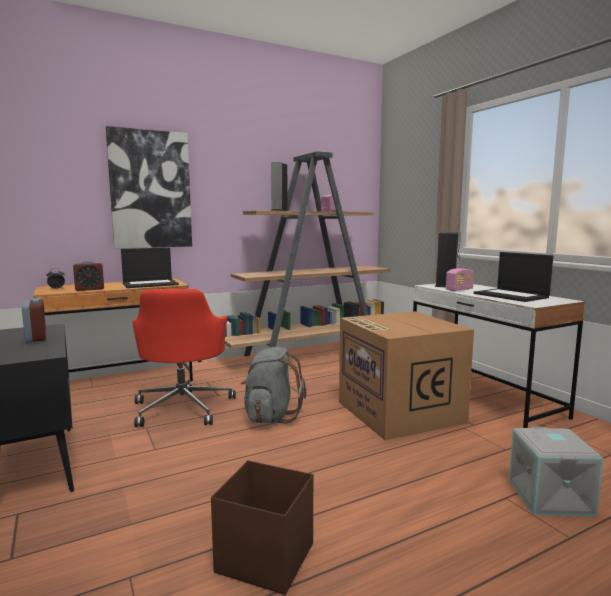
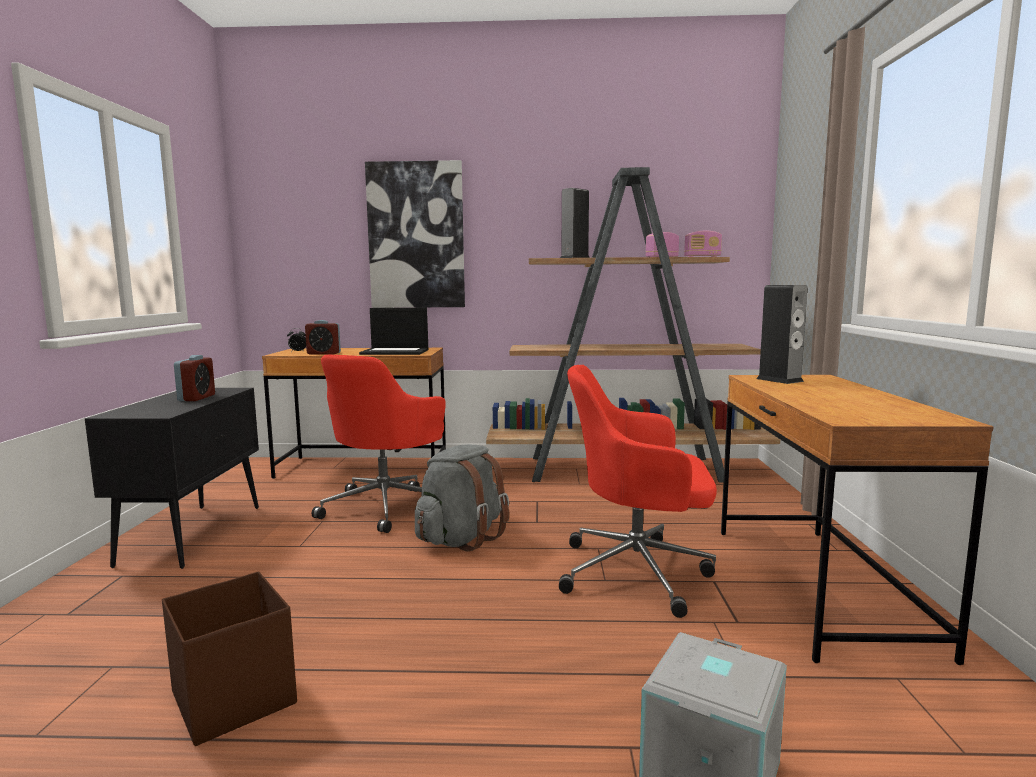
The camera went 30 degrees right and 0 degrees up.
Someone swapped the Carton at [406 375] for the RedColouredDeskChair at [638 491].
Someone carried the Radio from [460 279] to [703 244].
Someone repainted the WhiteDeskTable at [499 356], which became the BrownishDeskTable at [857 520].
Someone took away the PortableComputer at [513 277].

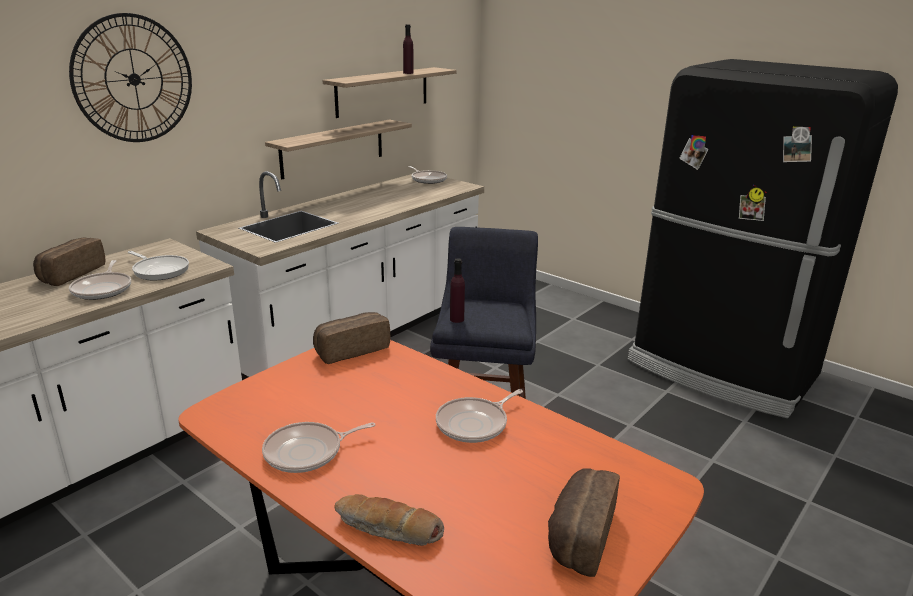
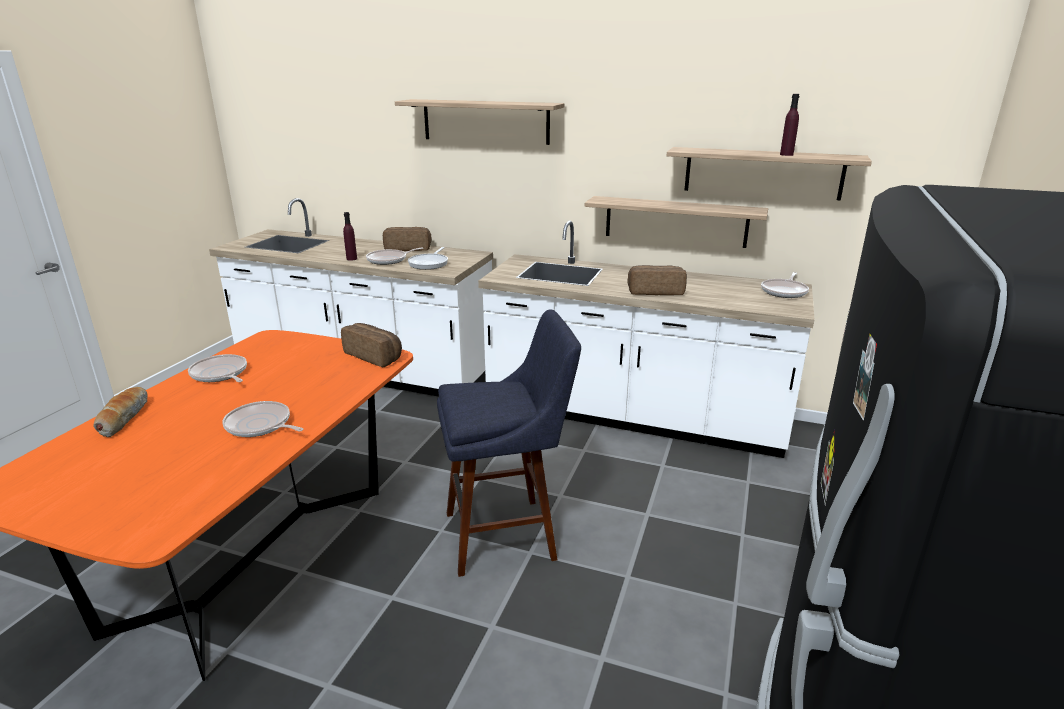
The camera went 70 degrees right and 0 degrees up.
Someone carried the PurplishBottle from [457 290] to [350 236].
Someone swapped the HangingClock at [130 77] for the WallShelf at [479 122].
Someone carried the Bread from [584 522] to [657 280].

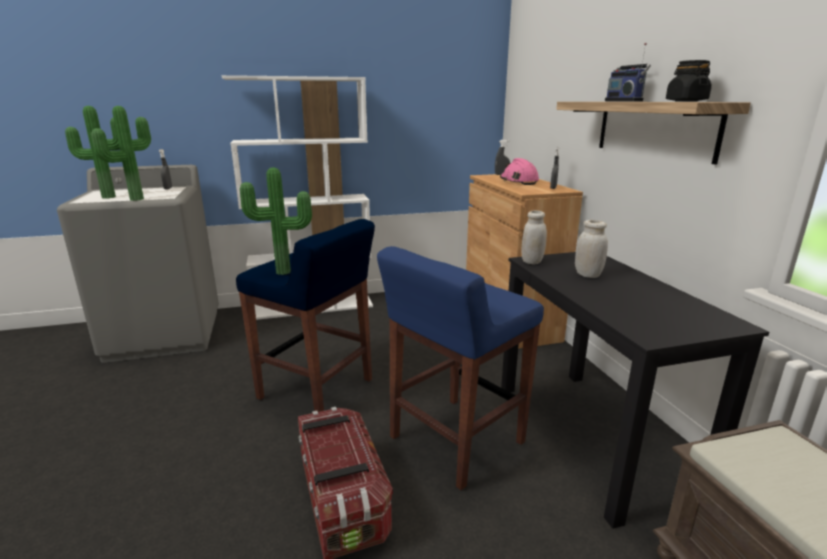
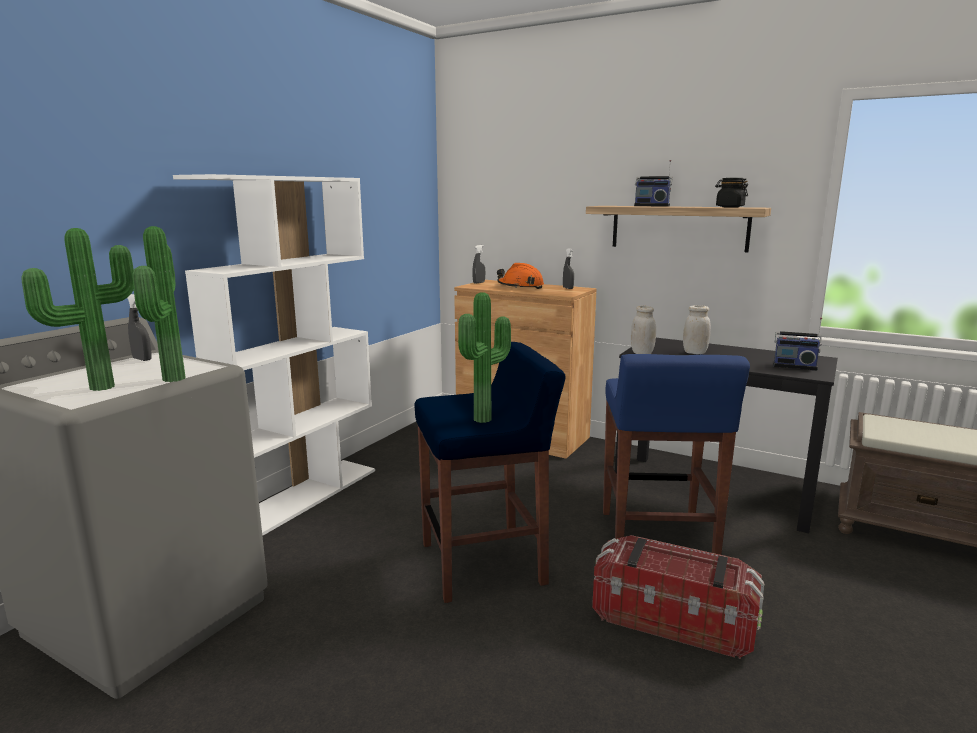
The camera went 45 degrees left and 5 degrees down.
Someone repainted the PinkishSafetyHelmet at [519 171], which became the OrangeSafetyHelmet at [520 276].
Someone put down the Radio at [797 343].

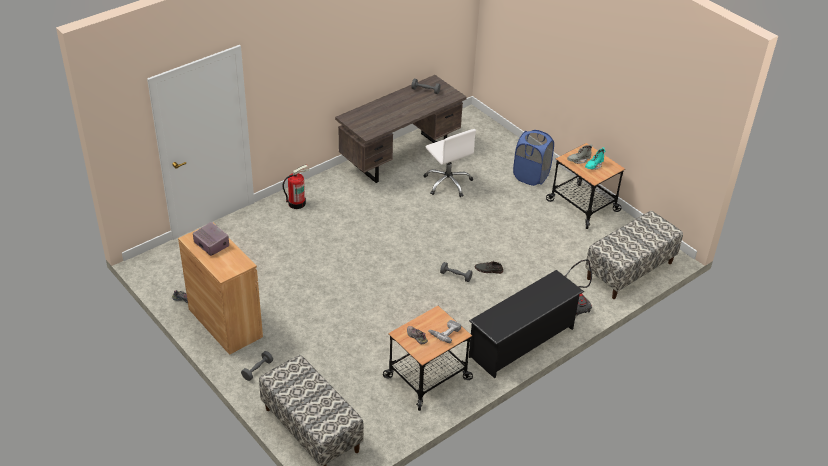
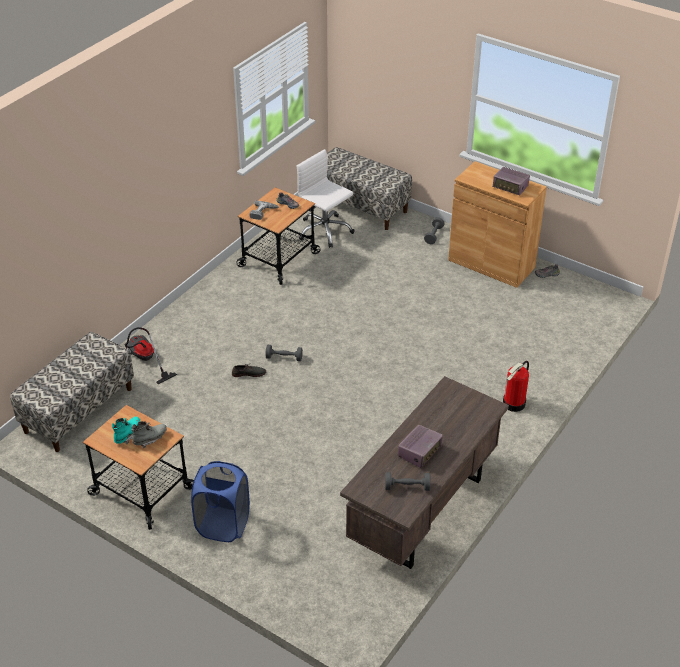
The camera went 165 degrees right and 0 degrees up.
Someone carried the WhiteDeskChair from [449 163] to [325 198].
Someone put down the Radio at [420 446].
Someone took away the BlackShoeRack at [526 324].

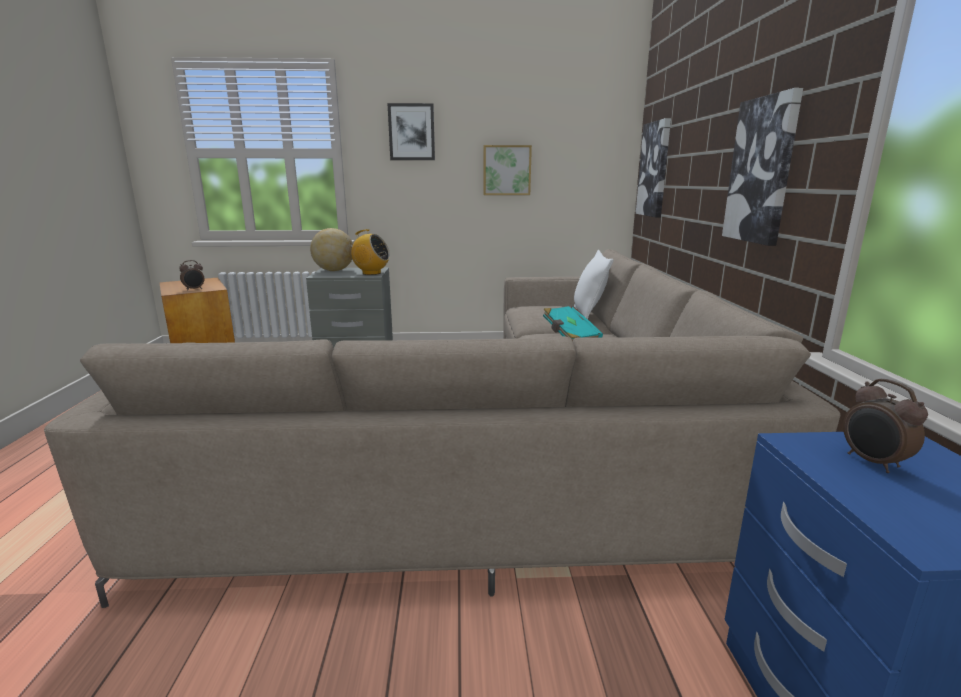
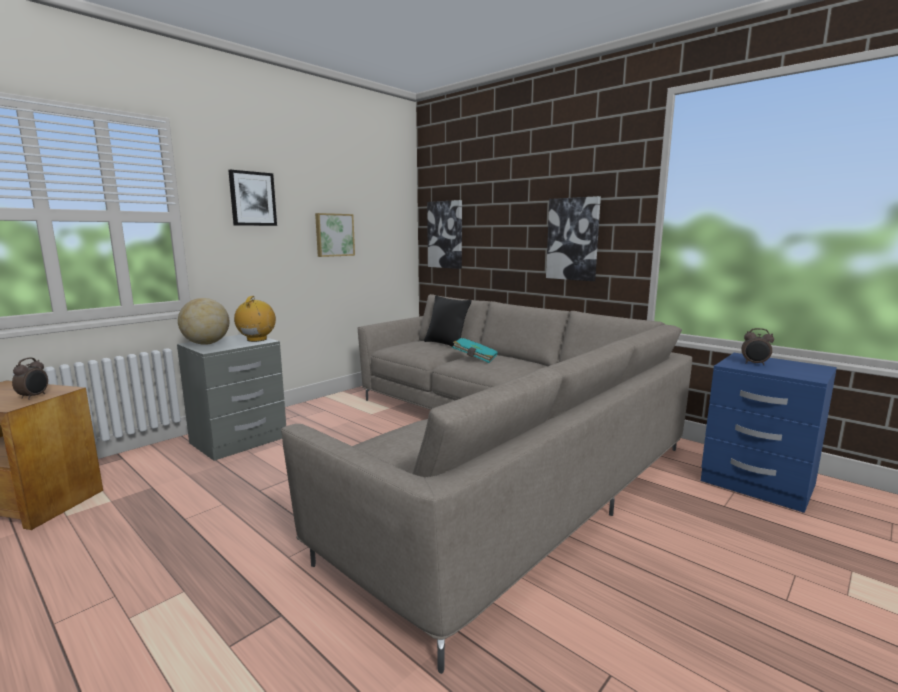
The camera went 45 degrees left and 5 degrees down.
Someone rotated the Radio at [368 252] by 60 degrees counterclockwise.
Someone repainted the WhiteThrowPillow at [593 284], which became the BlackThrowPillow at [448 320].

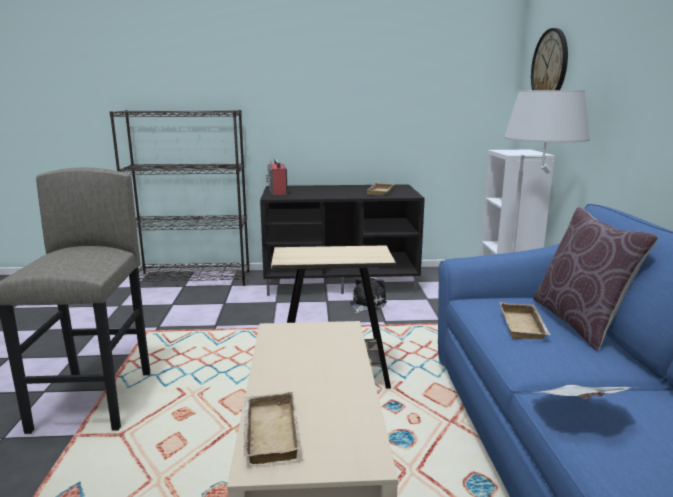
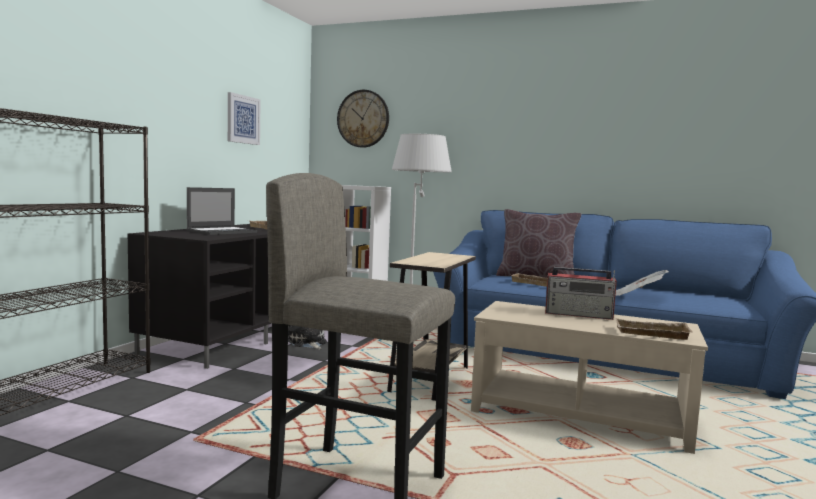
The camera went 65 degrees left and 10 degrees down.
Someone put down the PortableComputer at [221 211].
Someone put up the Picture at [244 118].
Someone carried the Radio from [277 177] to [581 293].

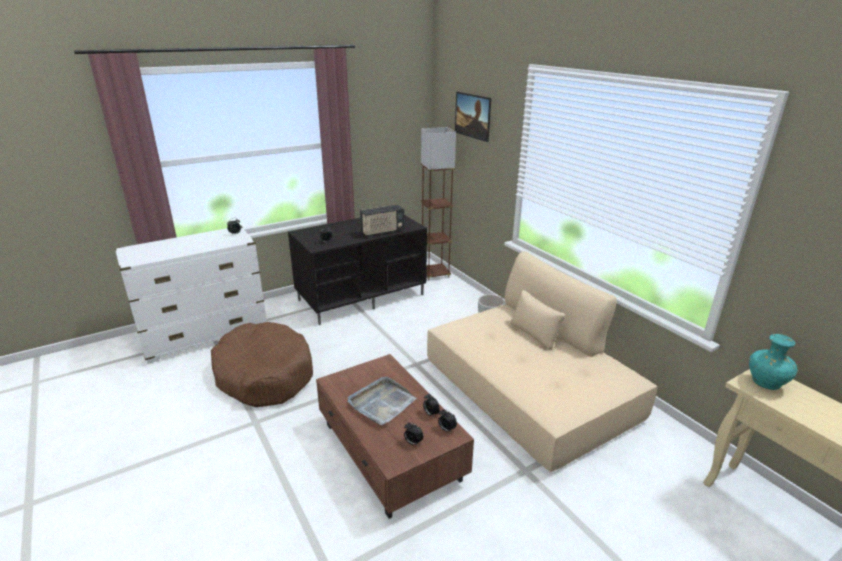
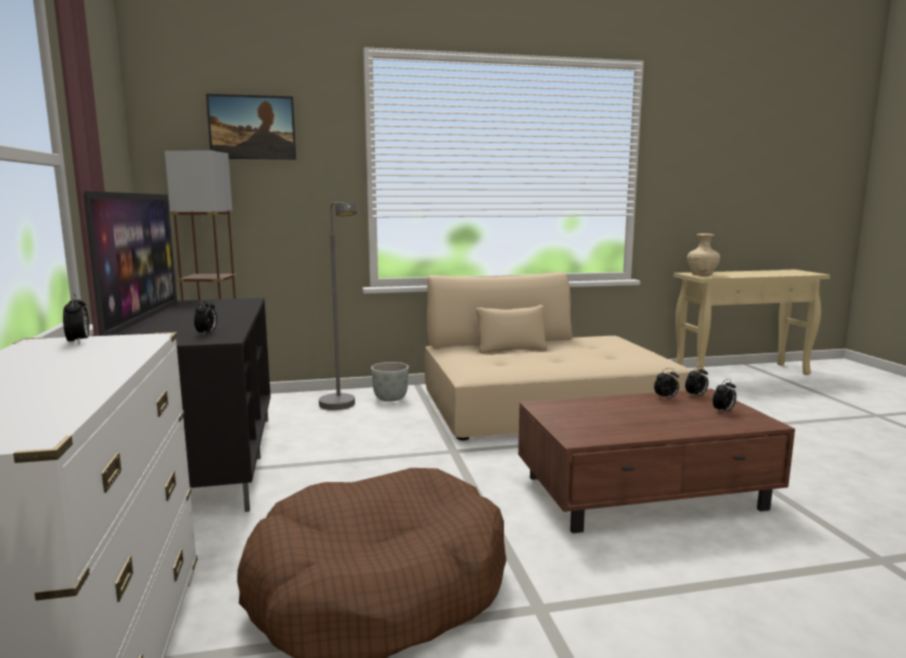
The camera went 70 degrees left and 15 degrees down.
Someone put down the Tv at [130 263].
Someone put down the GreyStandardLamp at [338 306].
Someone repainted the TurquoiseColouredVase at [773 362], which became the BeigeColouredVase at [703 254].
Someone took away the GreyCarryingTray at [382 401].
Someone took away the Radio at [382 220].

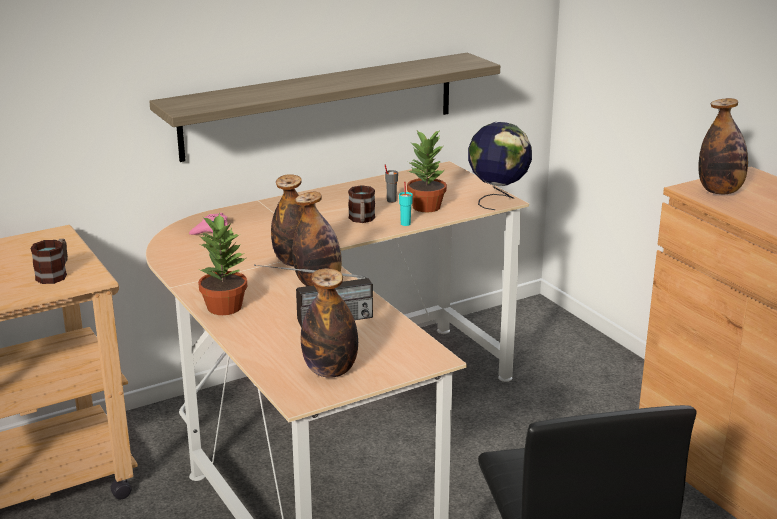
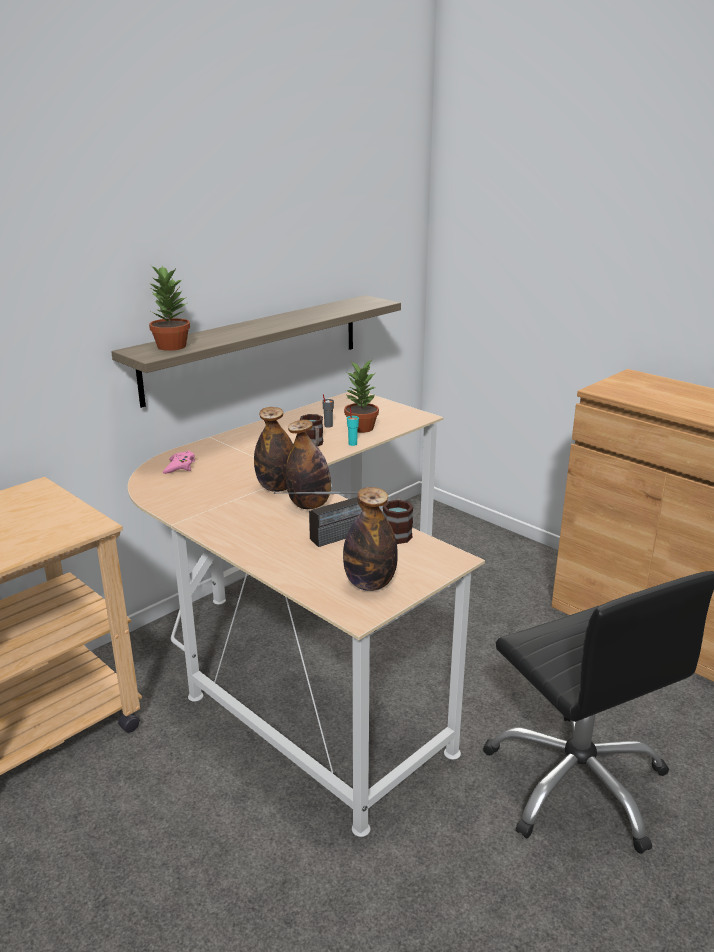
The camera went 15 degrees left and 0 degrees up.
Someone carried the PlantInAPot from [222 264] to [169 308].
Someone carried the TeaMug from [49 261] to [398 521].
Someone took away the DeskGlobe at [500 166].
Someone took away the Bottle at [723 146].

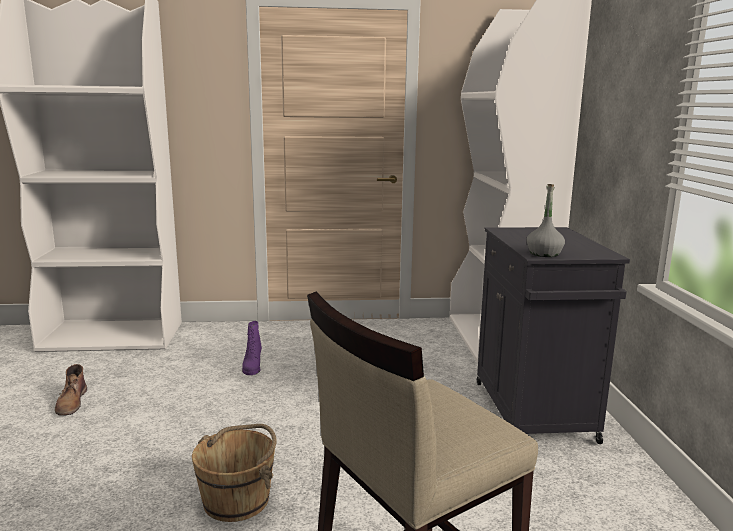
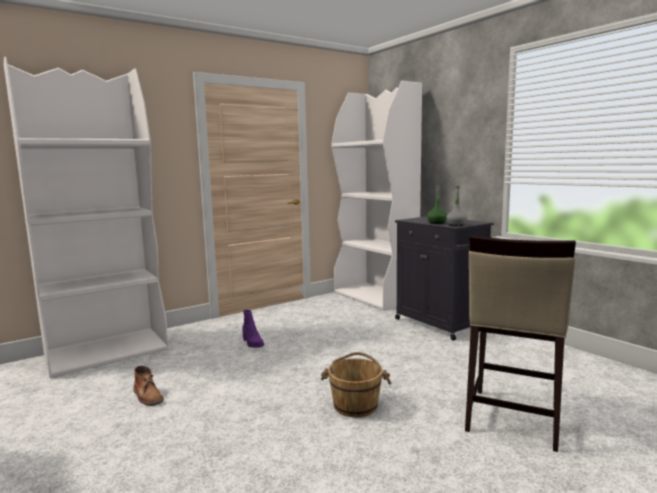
The camera went 30 degrees left and 5 degrees down.
Someone put down the GreenColouredBottle at [437 204].

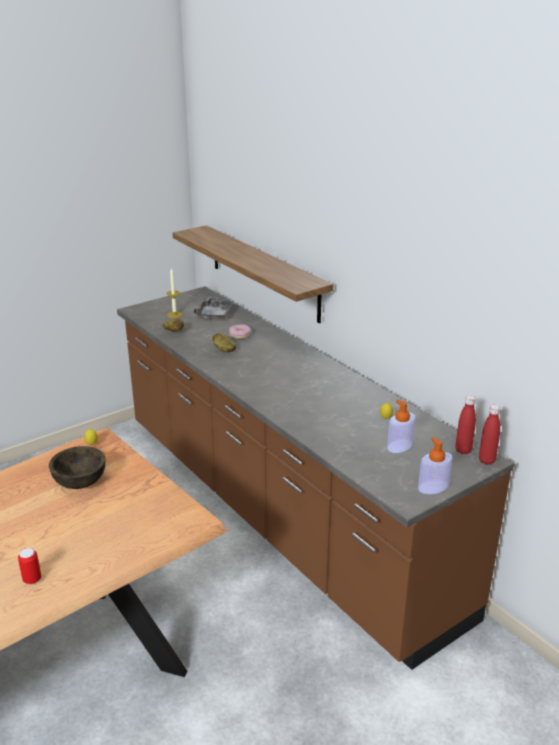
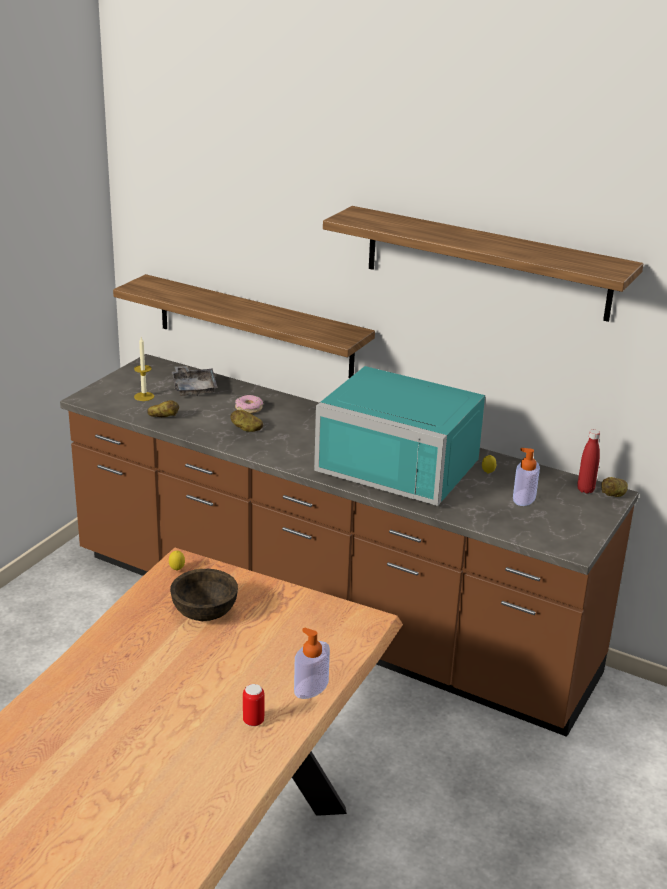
The camera went 25 degrees left and 0 degrees up.
Someone carried the SoapDispenser from [435 465] to [312 663].
Someone put down the TurquoiseColouredMicrowaveOven at [399 436].
Someone put up the WallShelf at [483 264].
Someone swapped the RedColouredBottle at [489 435] for the Potato at [614 487].

